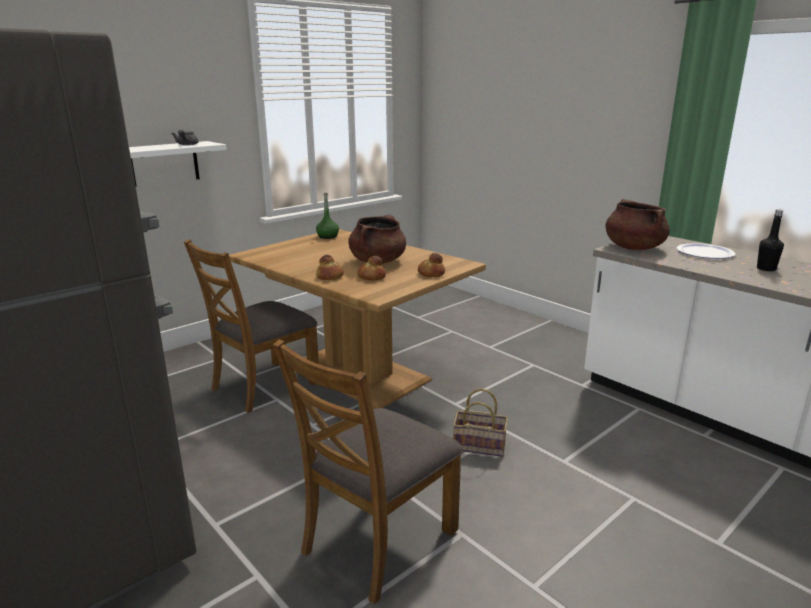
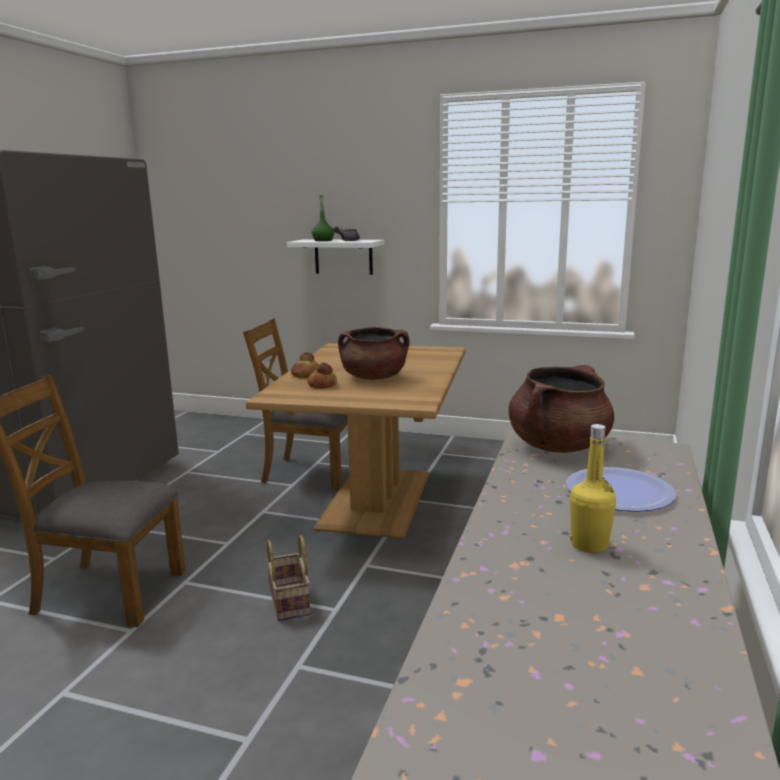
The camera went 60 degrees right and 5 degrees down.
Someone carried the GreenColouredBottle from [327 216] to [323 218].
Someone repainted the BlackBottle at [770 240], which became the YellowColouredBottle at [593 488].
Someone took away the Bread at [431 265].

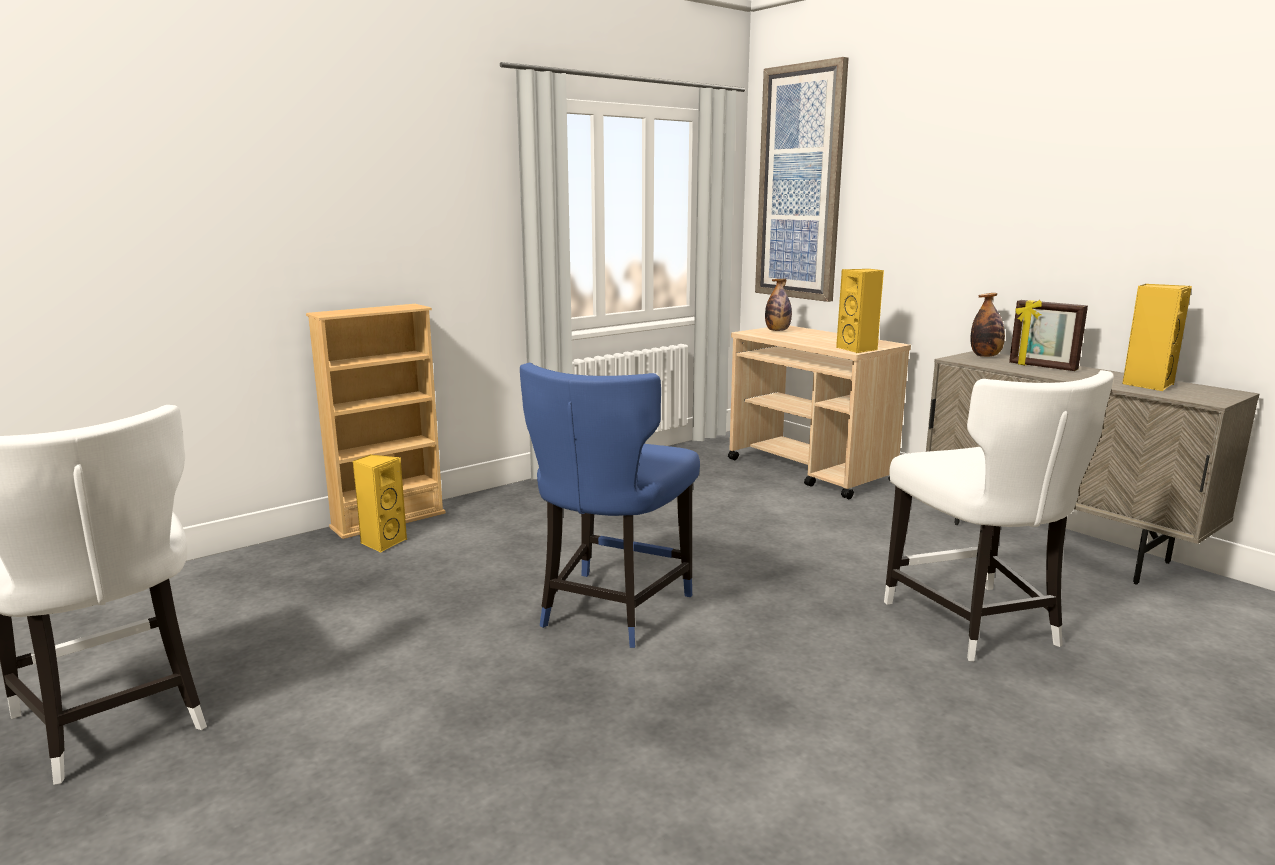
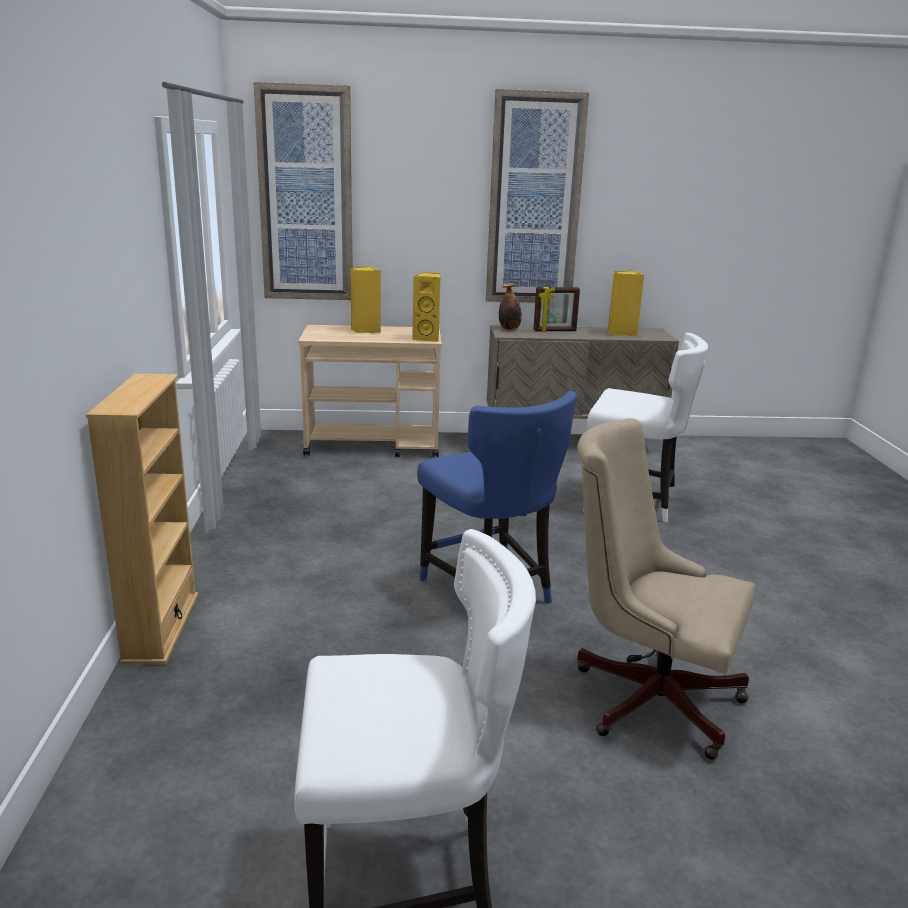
The camera went 55 degrees left and 5 degrees up.
Someone carried the YellowColouredSpeaker from [380 503] to [366 299].
Someone put up the Picture at [537 196].
Someone put down the BeigeColouredDeskChair at [666 589].
Someone took away the Bottle at [778 305].

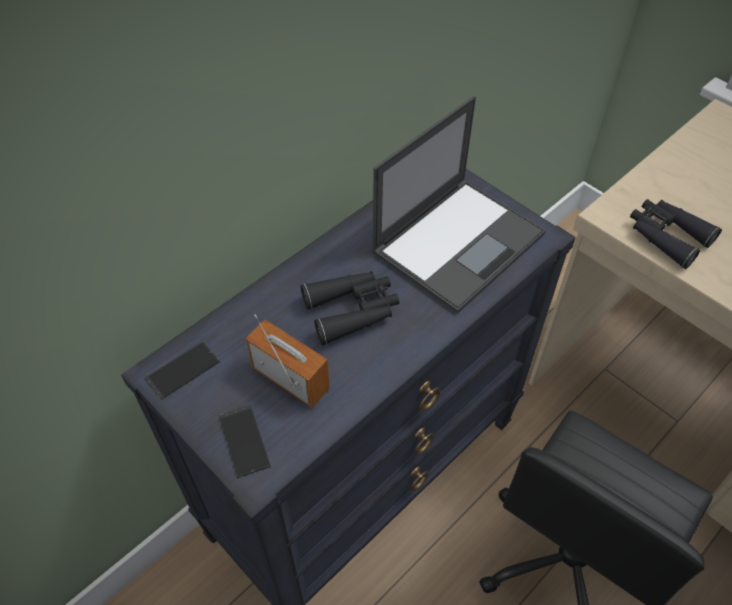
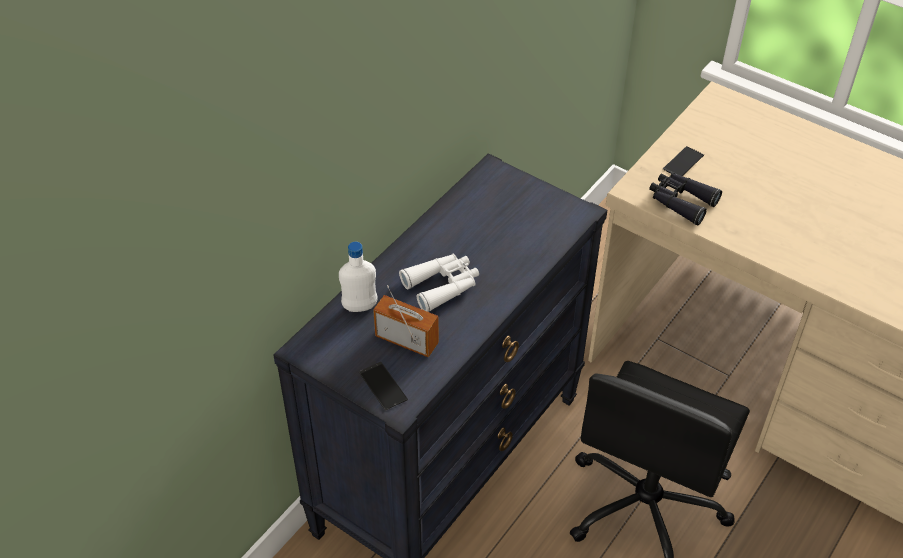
The camera went 10 degrees left and 5 degrees down.
Someone put down the WhiteBottle at [358 277].
Someone repainted the BlackBinoculars at [350 308], which became the WhiteBinoculars at [439 283].
Someone carried the Handset from [182 370] to [683 161].
Someone took away the PortableComputer at [458 204].

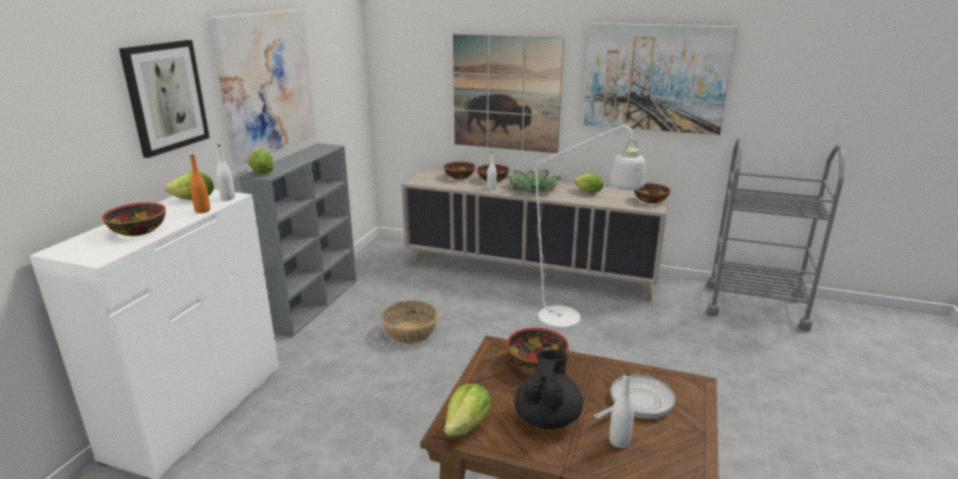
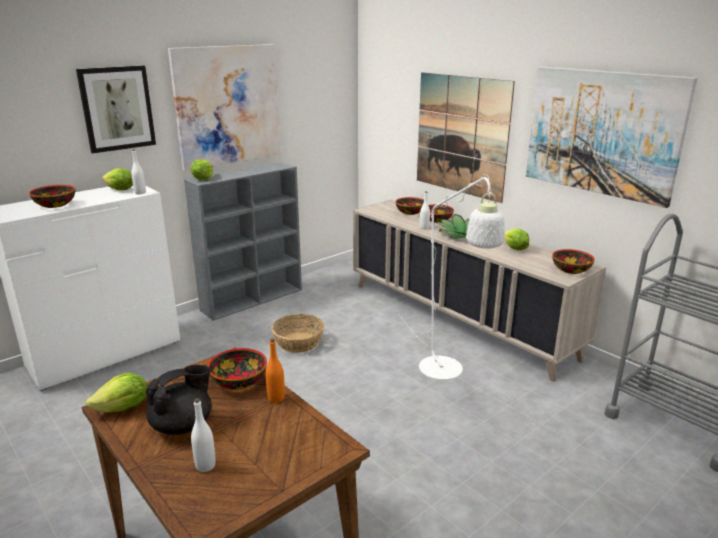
The camera went 30 degrees right and 0 degrees up.
Someone carried the OrangeBottle from [200 184] to [275 370].
Someone took away the Skillet at [634 396].

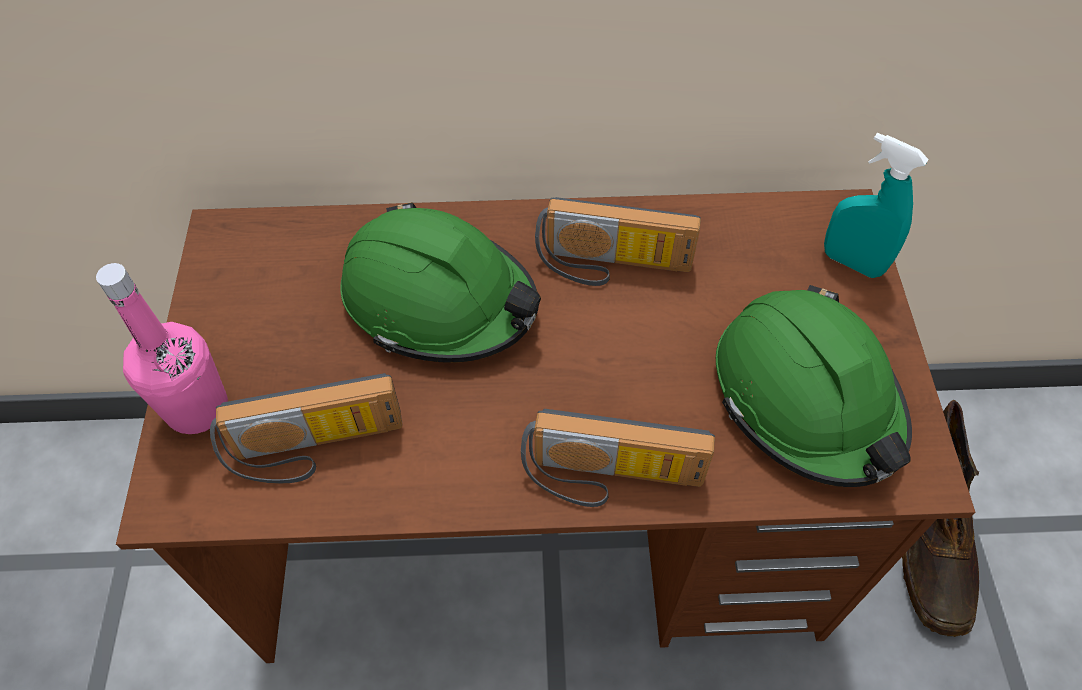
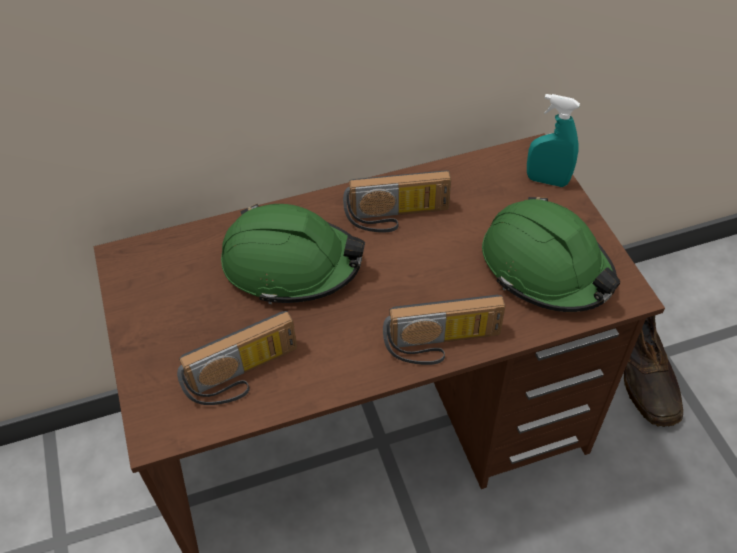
The camera went 15 degrees left and 5 degrees down.
Someone took away the PinkishBottle at [162 348].

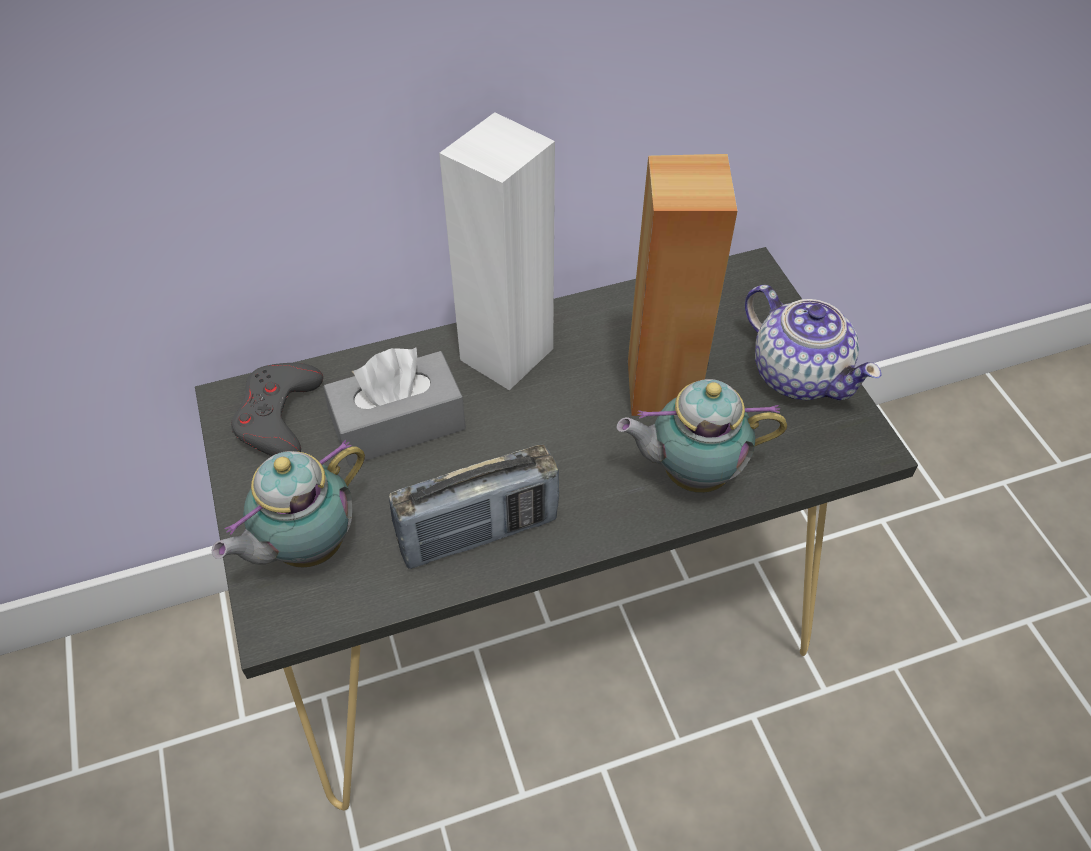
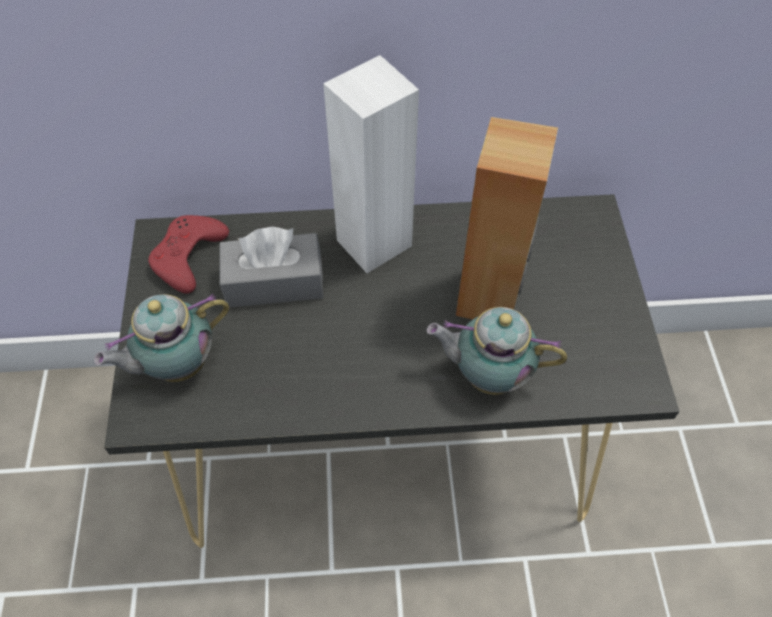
The camera went 15 degrees right and 5 degrees up.
Someone repainted the GreyGamepad at [277 409], which became the RedColouredGamepad at [188 254].
Someone took away the Radio at [474 506].
Someone took away the PotForTea at [813 343].

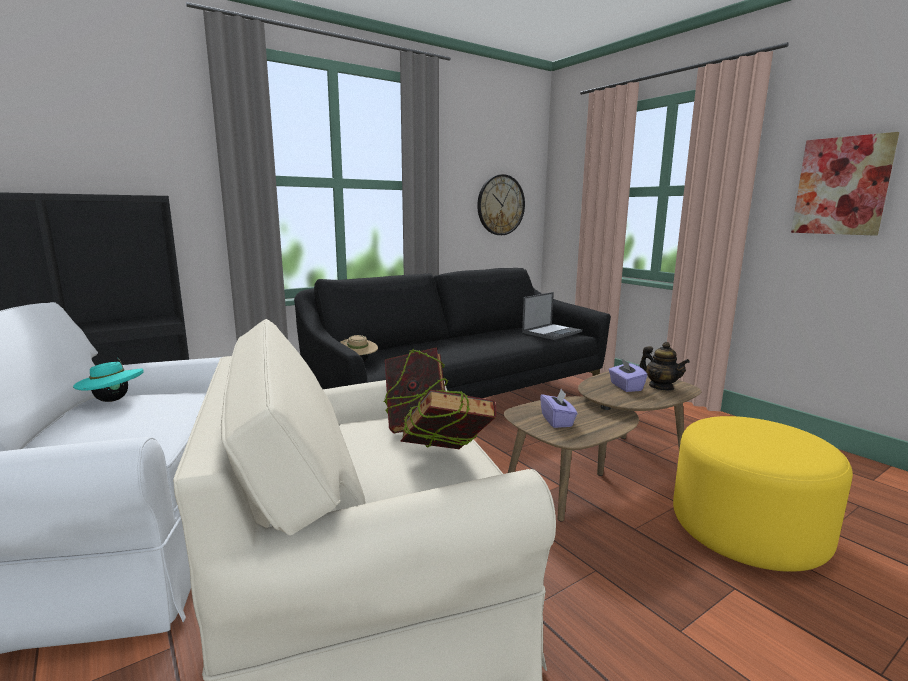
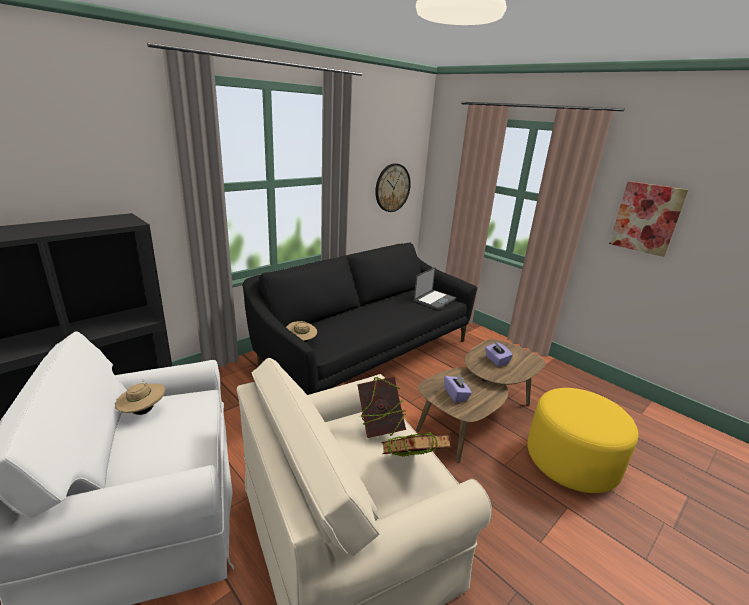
The camera went 10 degrees left and 10 degrees up.
Someone repainted the TurquoiseColouredWearableHat at [108 380], which became the BeigeColouredWearableHat at [140 397].
Someone took away the PotForTea at [664 366].

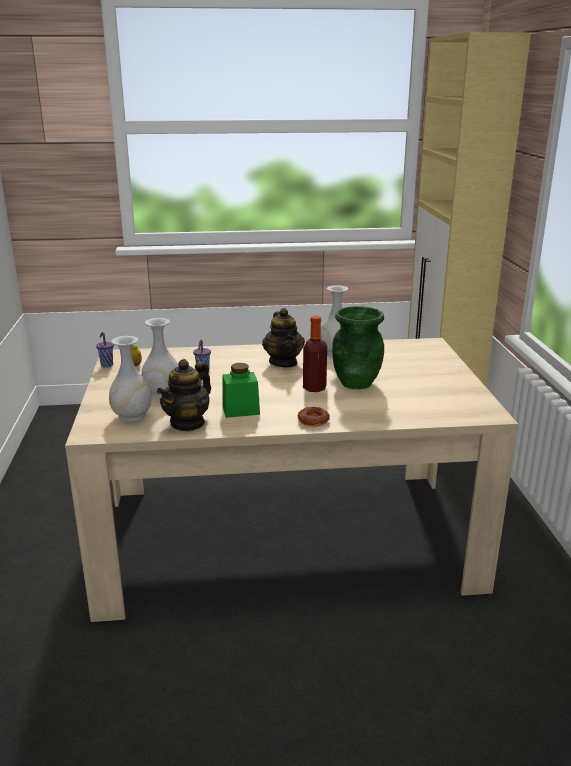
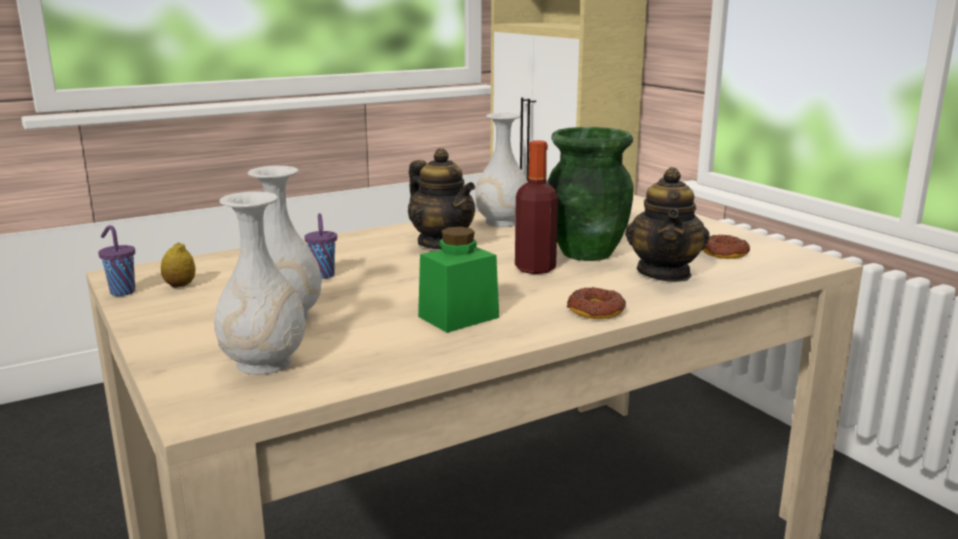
The camera went 25 degrees left and 5 degrees down.
Someone carried the PotForTea from [184 395] to [667 224].
Someone put down the Donut at [726 247].

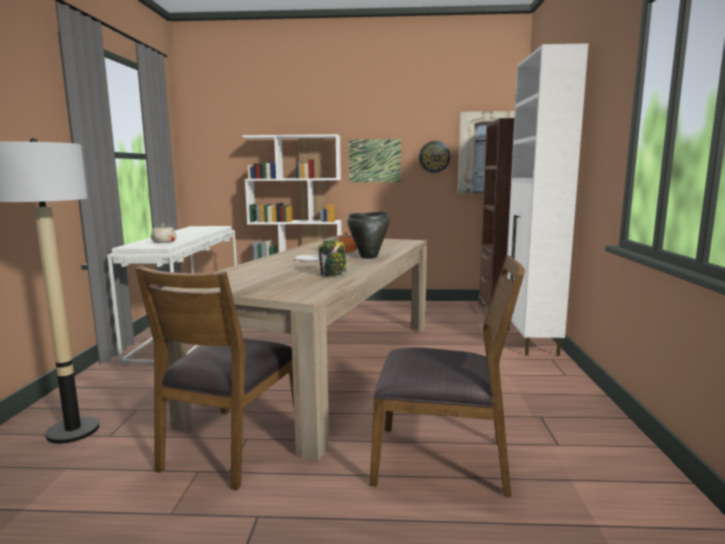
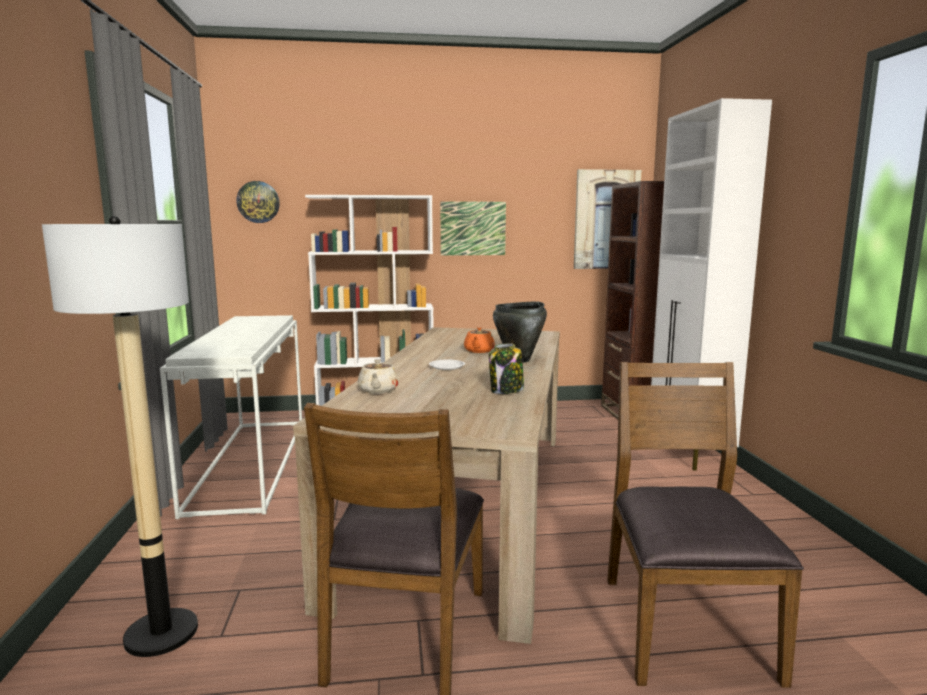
The camera went 10 degrees left and 0 degrees up.
Someone carried the HangingClock from [434 157] to [258 202].
Someone carried the BeigeColouredPotForTea from [164 233] to [378 376].
Someone rotated the BrownishUprightChair at [447 376] by 90 degrees counterclockwise.

